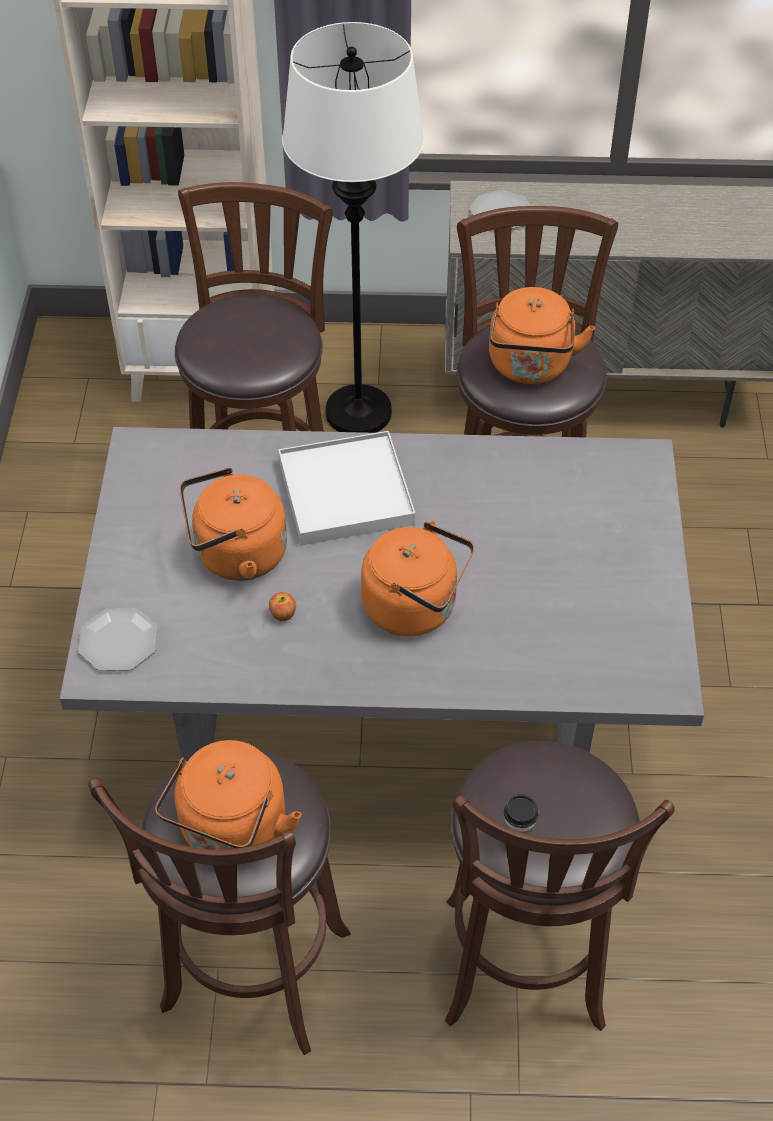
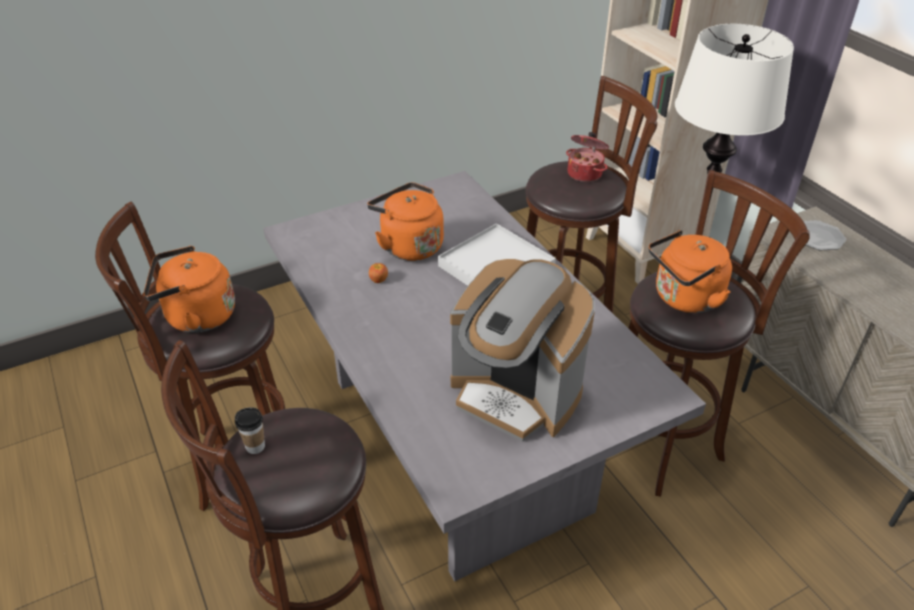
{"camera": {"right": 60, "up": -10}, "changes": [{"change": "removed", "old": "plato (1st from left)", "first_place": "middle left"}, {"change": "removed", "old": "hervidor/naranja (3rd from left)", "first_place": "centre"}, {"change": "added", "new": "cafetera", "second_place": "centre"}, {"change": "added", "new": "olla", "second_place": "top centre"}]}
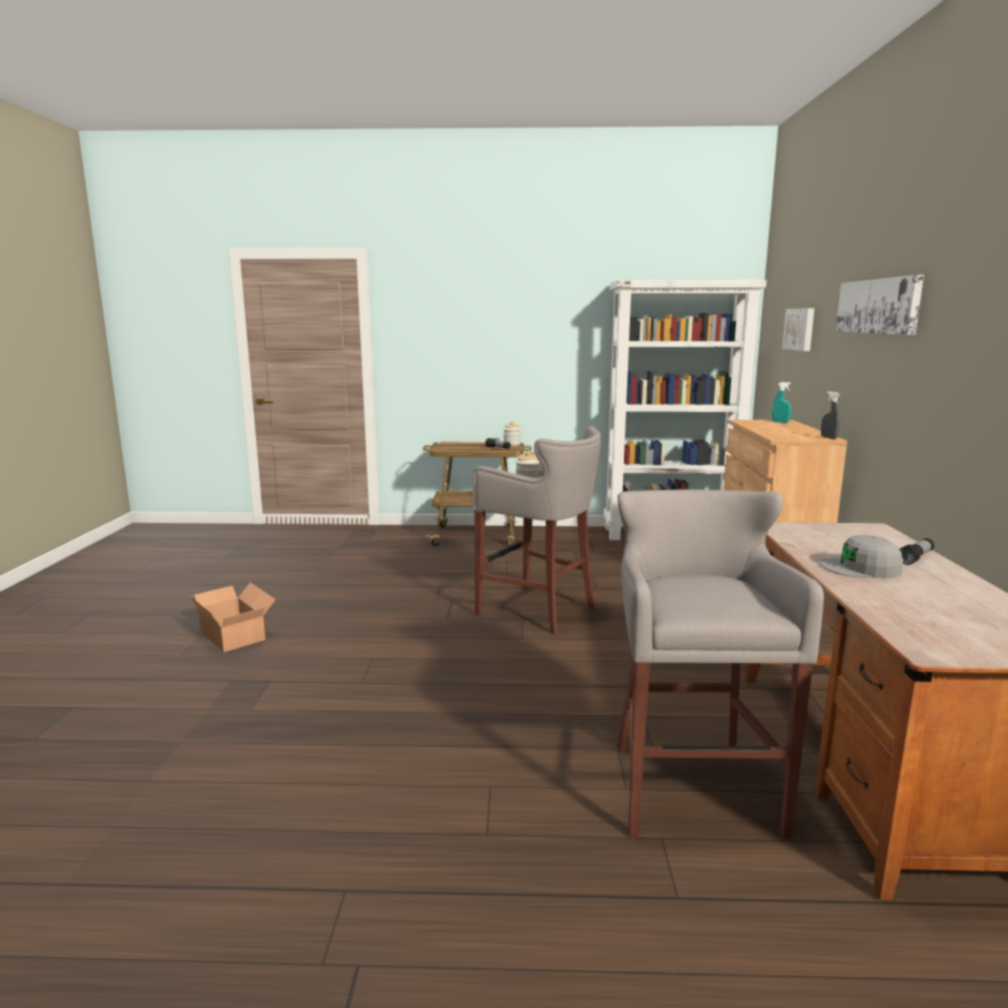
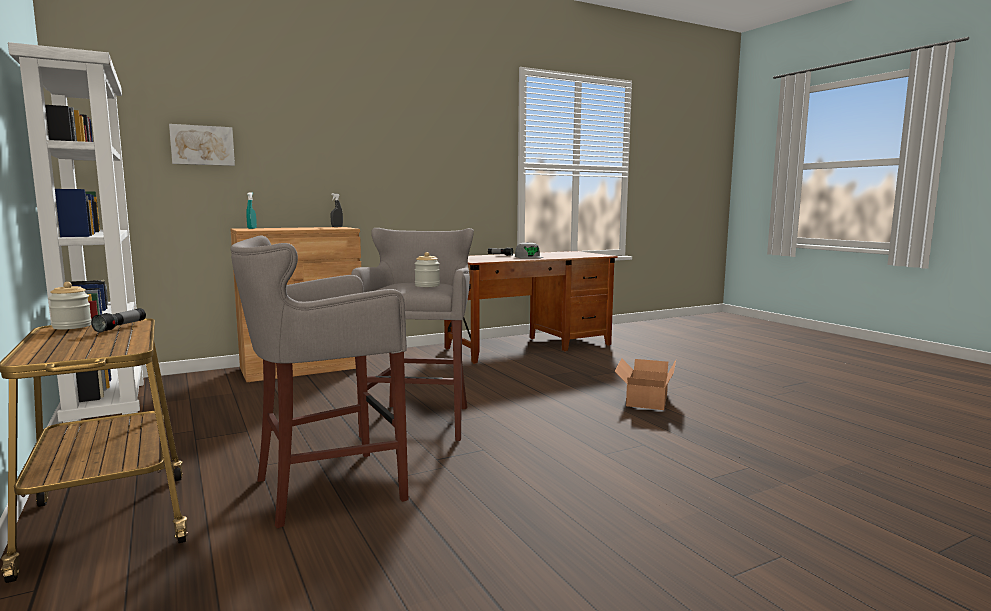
{"camera": {"right": -120, "up": -5}, "changes": [{"change": "removed", "old": "cuadro (2nd from left)", "first_place": "top right"}, {"change": "moved", "old": "caja de cartón", "first_place": "middle left", "second_place": "centre"}, {"change": "moved", "old": "taburete/gris (2nd from left in the first image)", "new": "taburete/gris (1st from left)", "first_place": "middle right", "second_place": "middle left"}]}
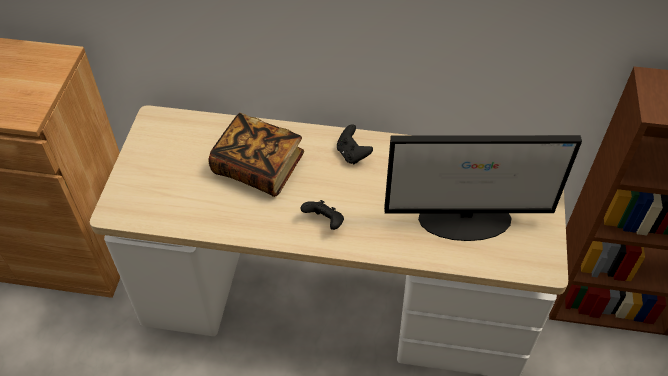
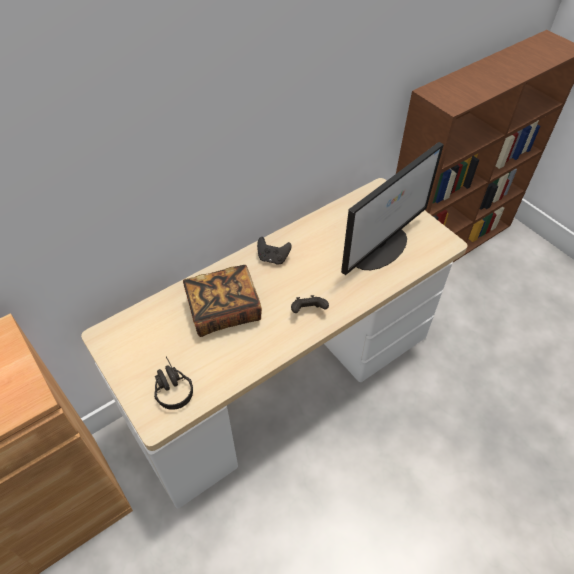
{"camera": {"right": -45, "up": 0}, "changes": [{"change": "added", "new": "auriculares/negro", "second_place": "bottom left"}]}
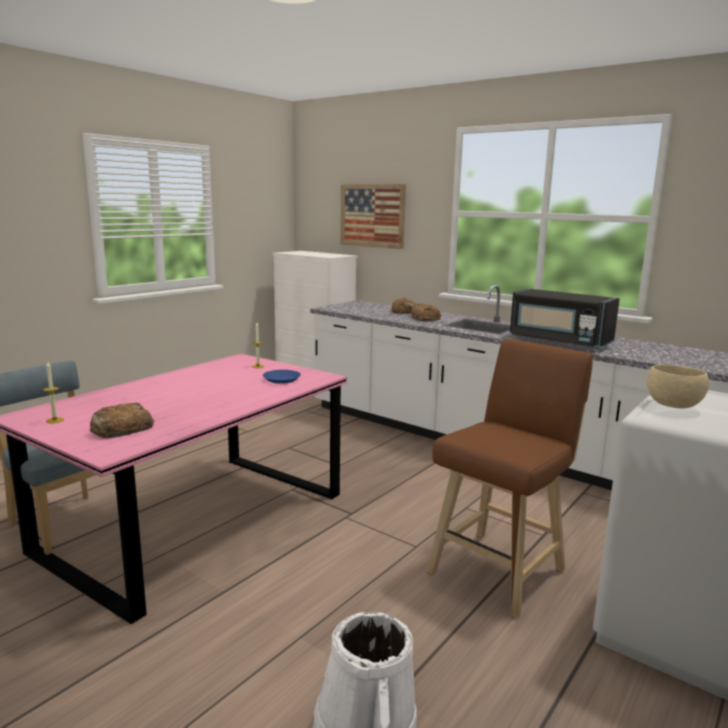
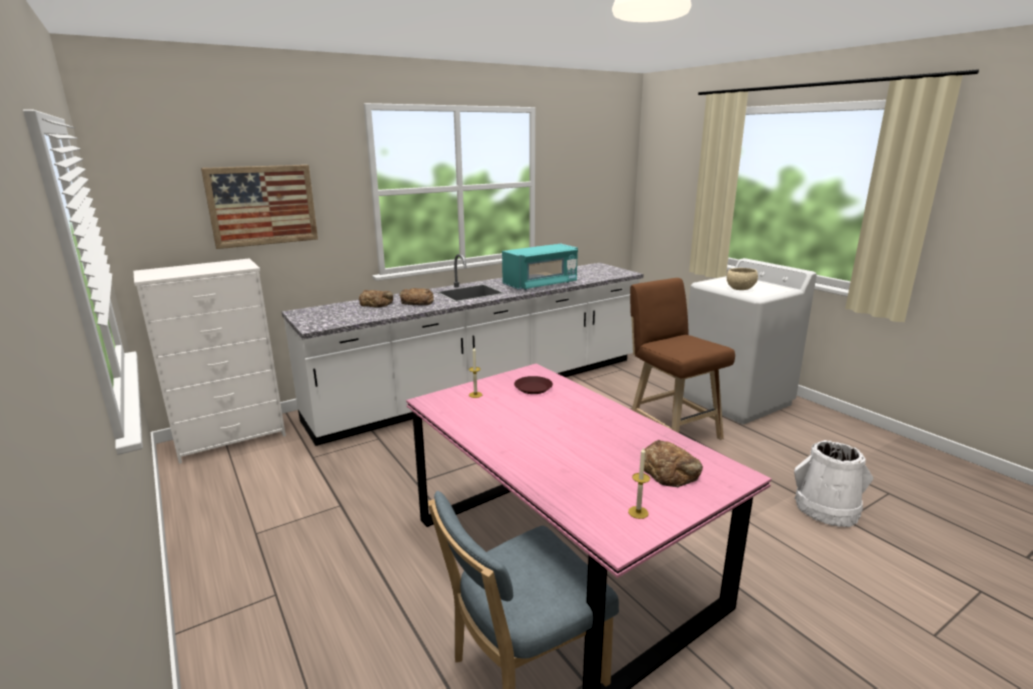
{"camera": {"right": -70, "up": 5}, "changes": [{"change": "recoloured", "old": "plato/azul", "new": "plato/marrón", "first_place": "centre", "second_place": "centre"}, {"change": "recoloured", "old": "microondas/negro", "new": "microondas/turquesa", "first_place": "middle right", "second_place": "centre"}]}
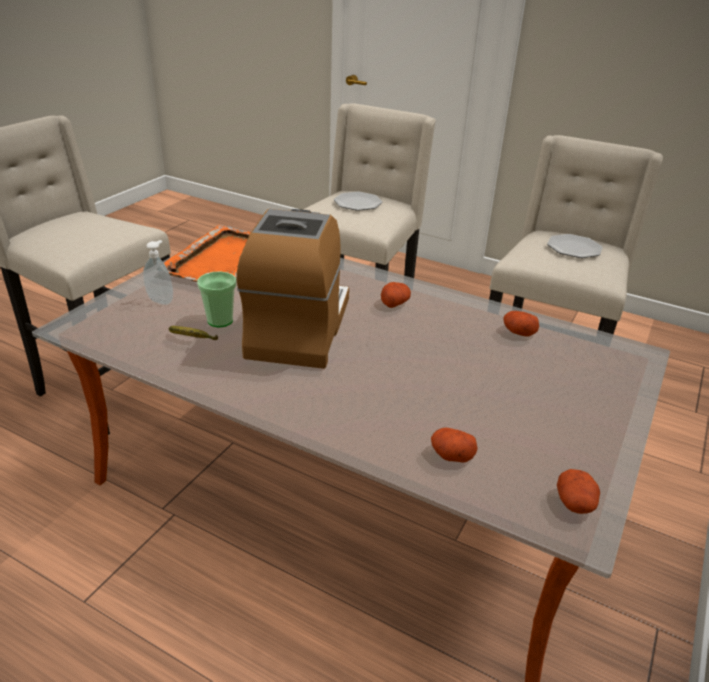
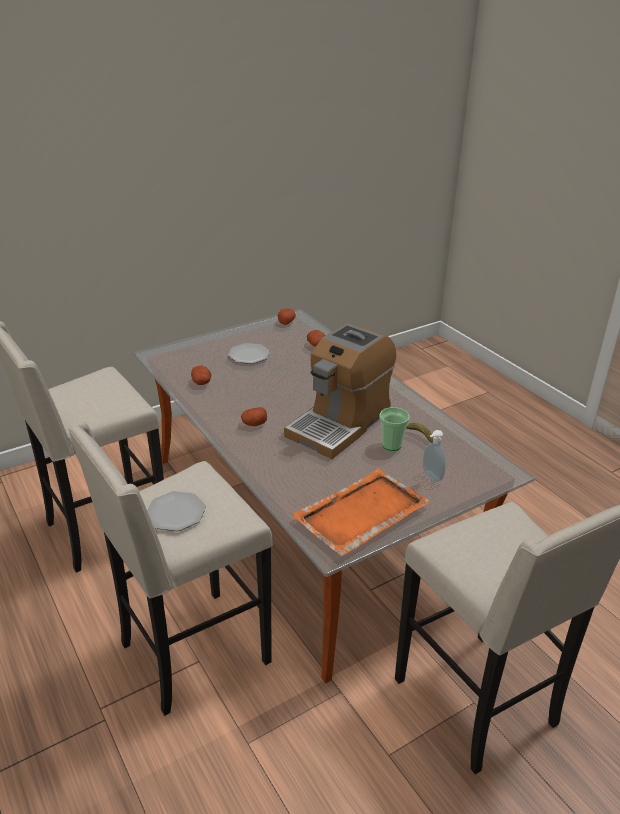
{"camera": {"right": -150, "up": 0}, "changes": [{"change": "moved", "old": "plato (2nd from left)", "first_place": "middle right", "second_place": "centre"}]}
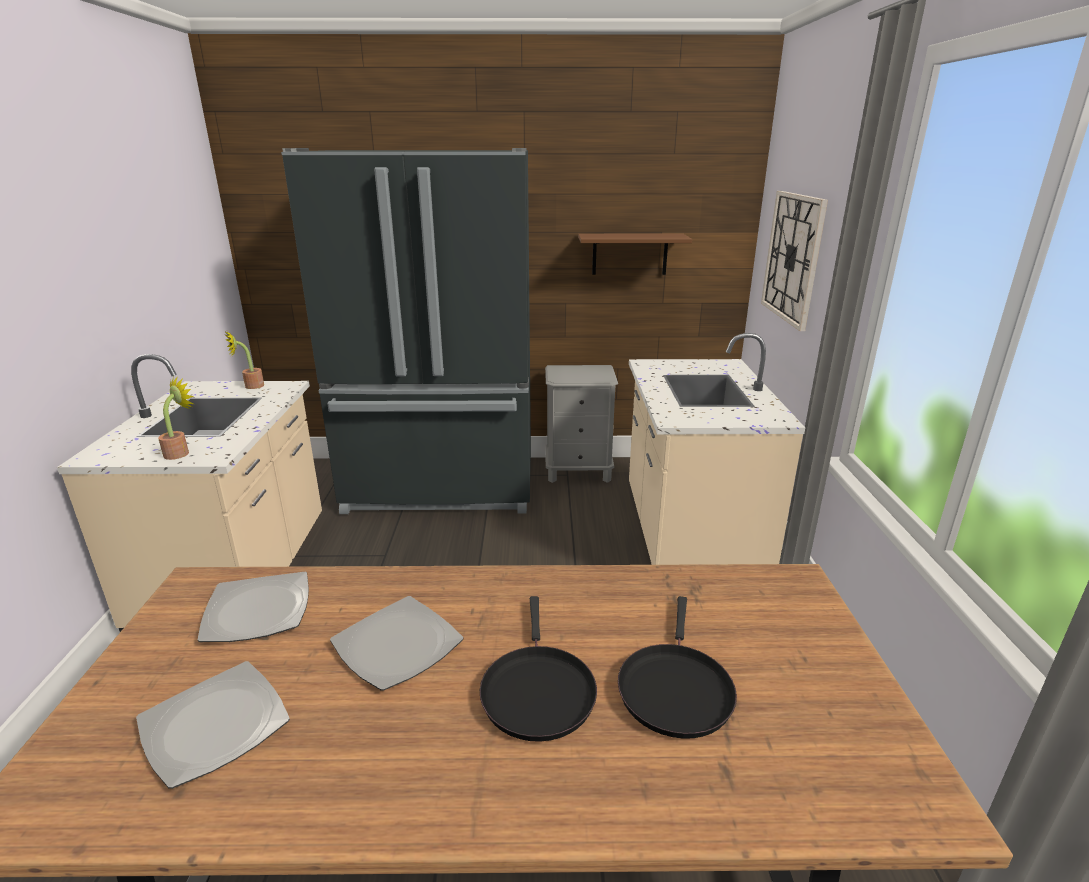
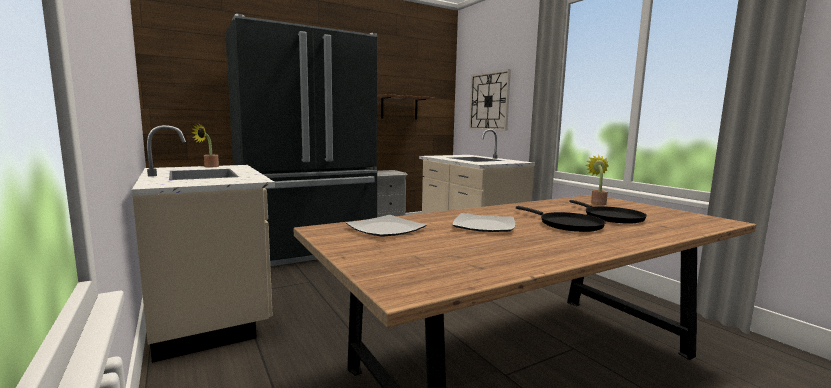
{"camera": {"right": -30, "up": -15}, "changes": [{"change": "removed", "old": "plato (1st from left)", "first_place": "bottom left"}, {"change": "moved", "old": "planta en maceta (1st from left in the first image)", "new": "planta en maceta (2nd from left)", "first_place": "middle left", "second_place": "middle right"}]}
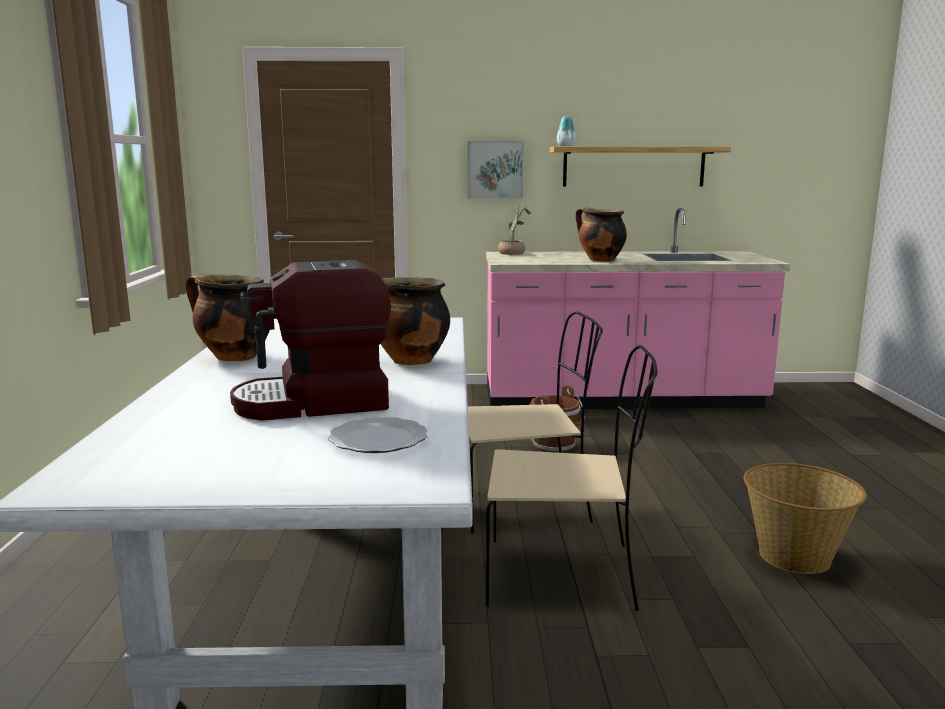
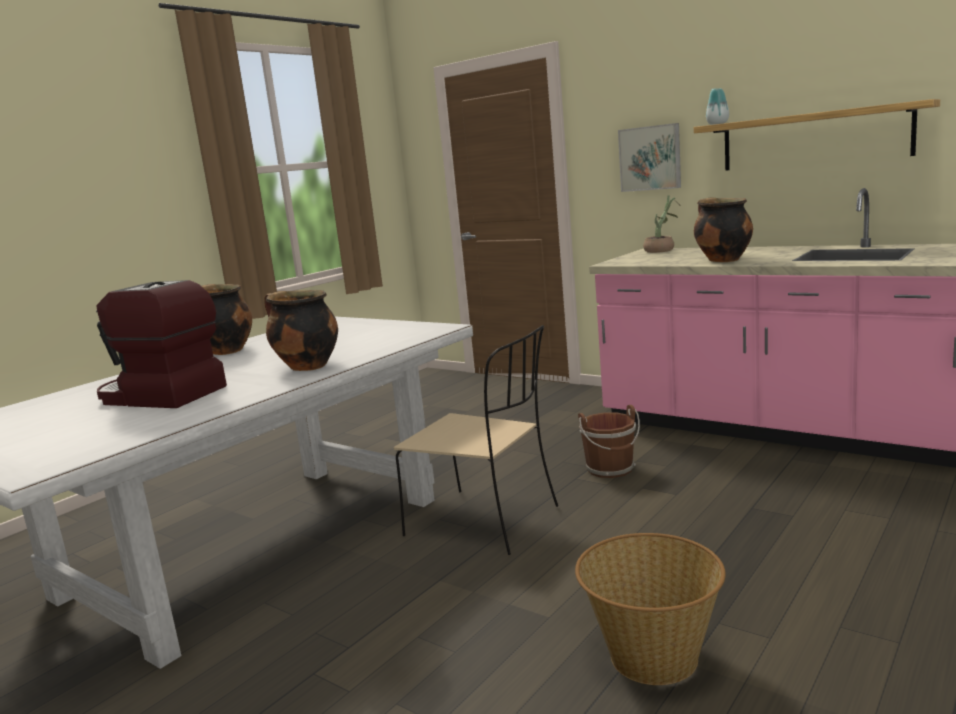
{"camera": {"right": 40, "up": 0}, "changes": [{"change": "removed", "old": "plato", "first_place": "centre"}, {"change": "removed", "old": "silla/beis (2nd from left)", "first_place": "bottom centre"}]}
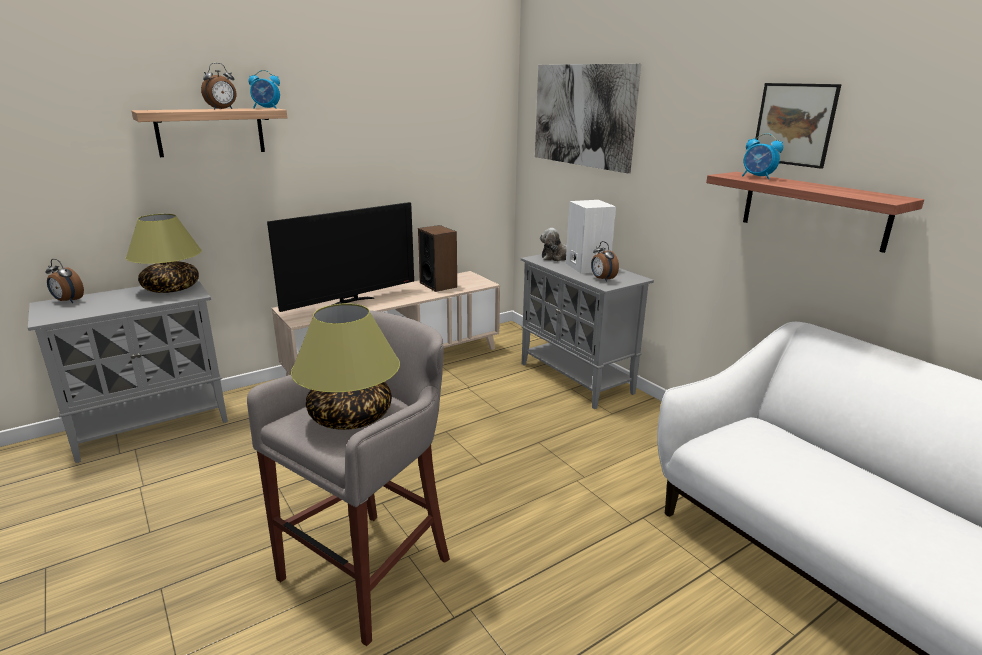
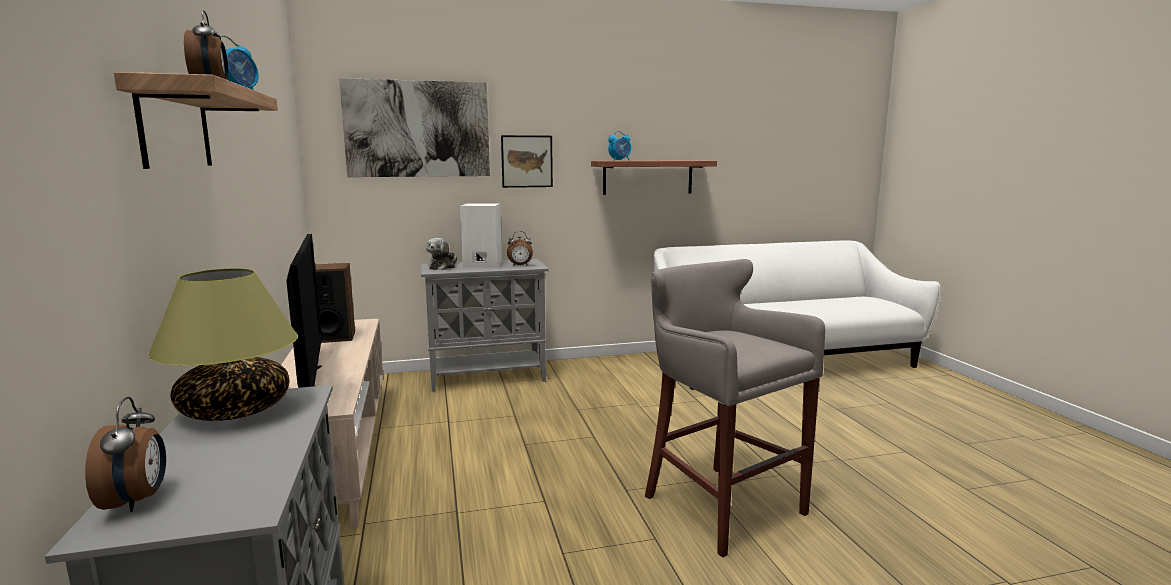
{"camera": {"right": -70, "up": -10}, "changes": [{"change": "removed", "old": "lámpara de mesa (2nd from left)", "first_place": "centre"}, {"change": "moved", "old": "cuadro (2nd from left)", "first_place": "top right", "second_place": "top centre"}, {"change": "turned", "old": "despertador (1st from left)", "first_place": "middle left", "second_place": "bottom left", "degrees": -60}]}
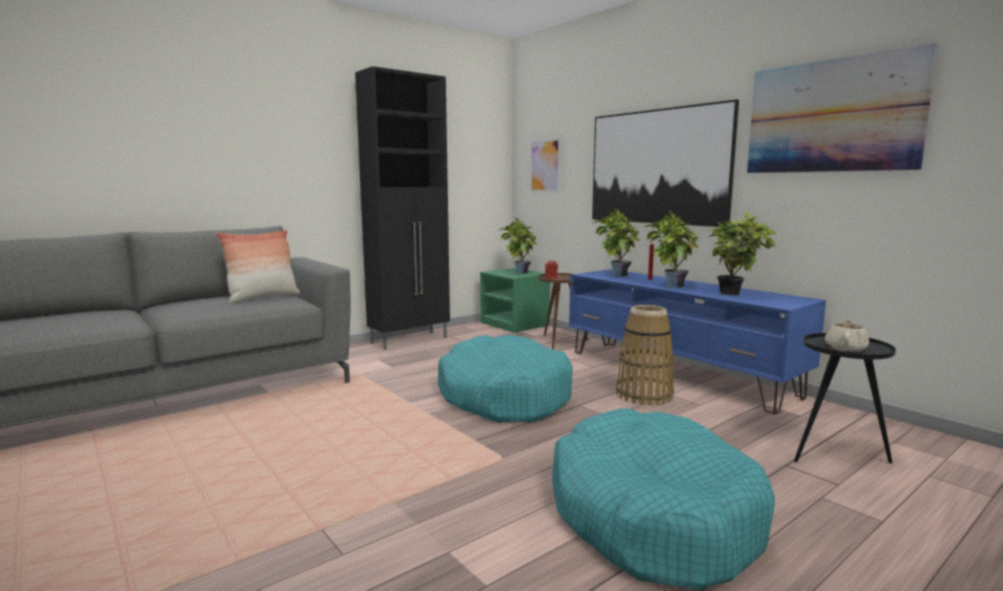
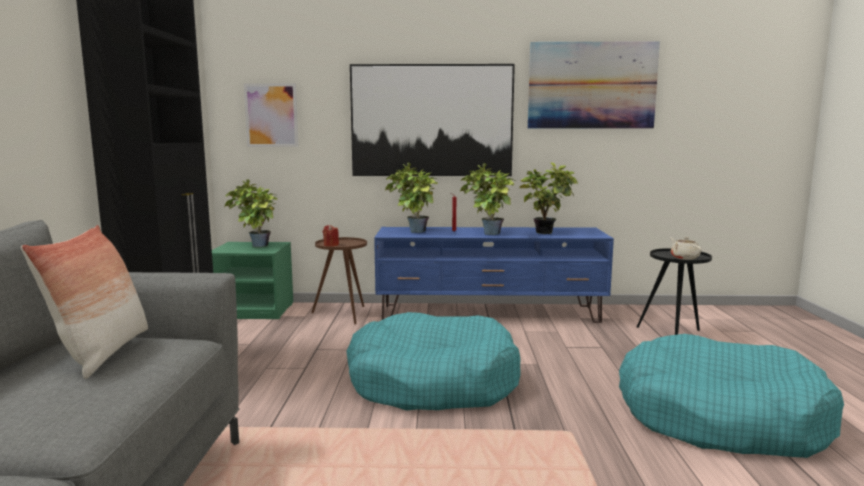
{"camera": {"right": -50, "up": 0}, "changes": [{"change": "removed", "old": "cesta", "first_place": "centre"}]}
